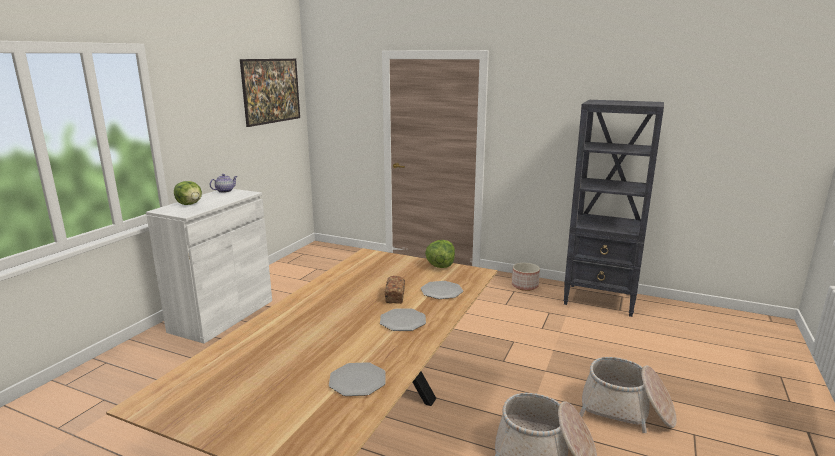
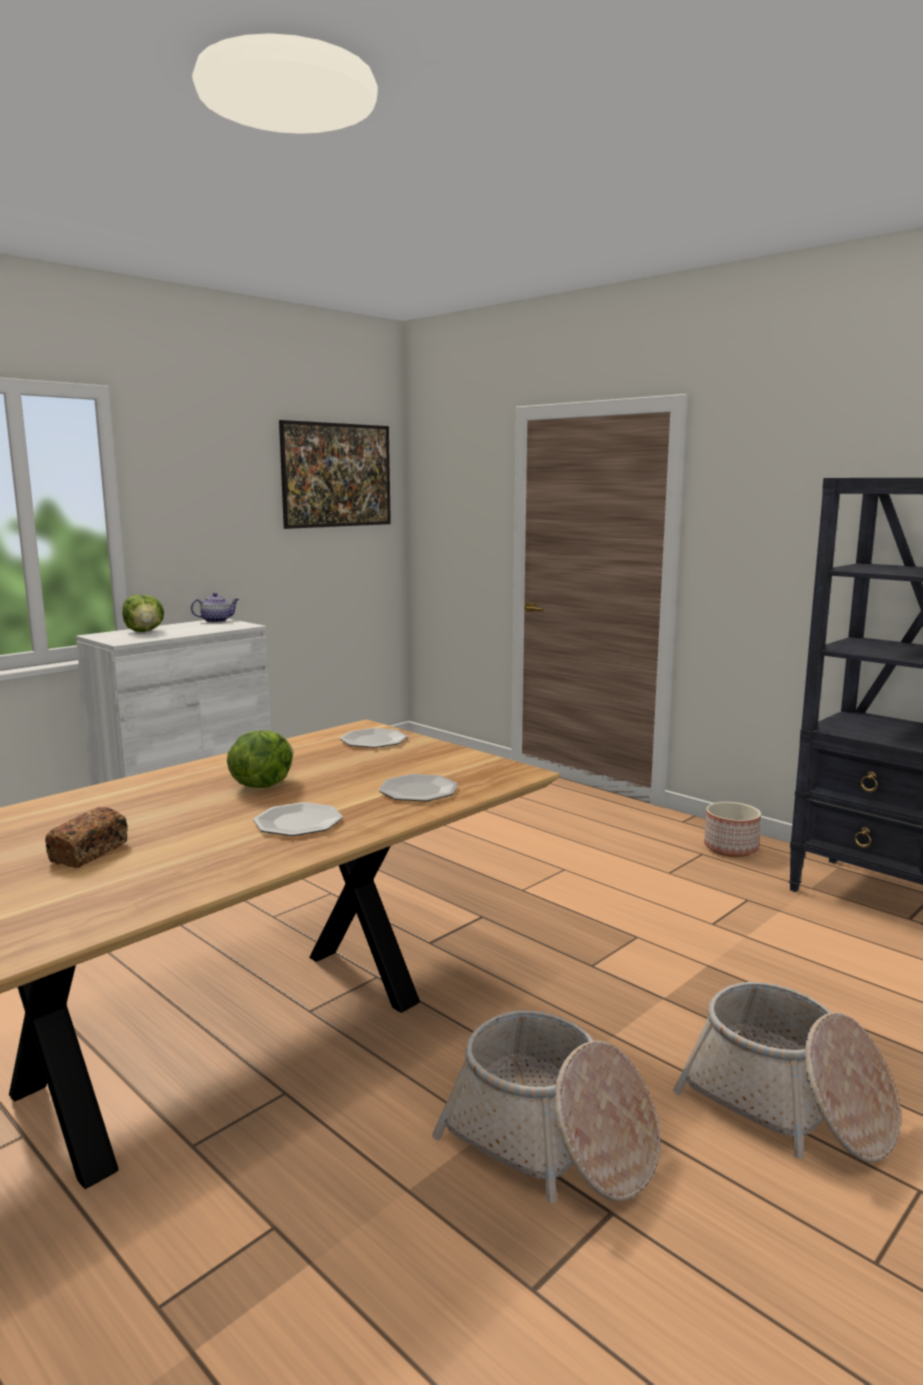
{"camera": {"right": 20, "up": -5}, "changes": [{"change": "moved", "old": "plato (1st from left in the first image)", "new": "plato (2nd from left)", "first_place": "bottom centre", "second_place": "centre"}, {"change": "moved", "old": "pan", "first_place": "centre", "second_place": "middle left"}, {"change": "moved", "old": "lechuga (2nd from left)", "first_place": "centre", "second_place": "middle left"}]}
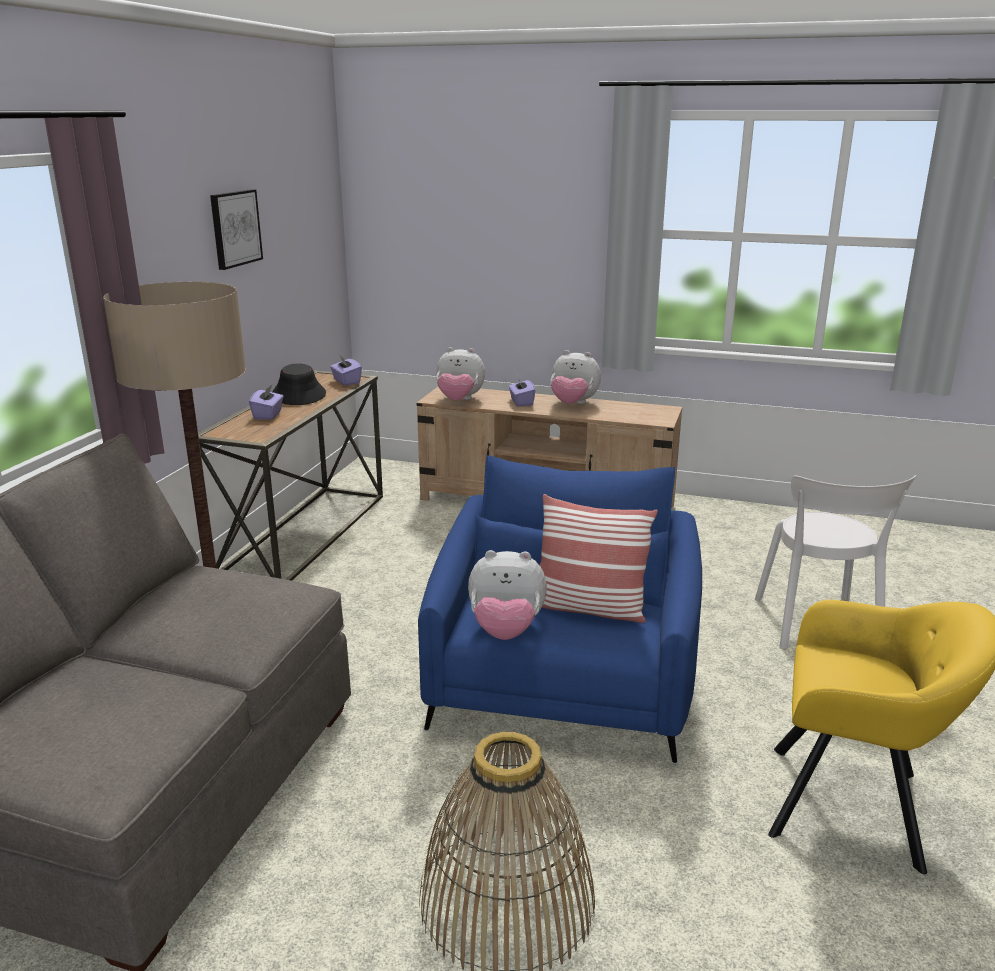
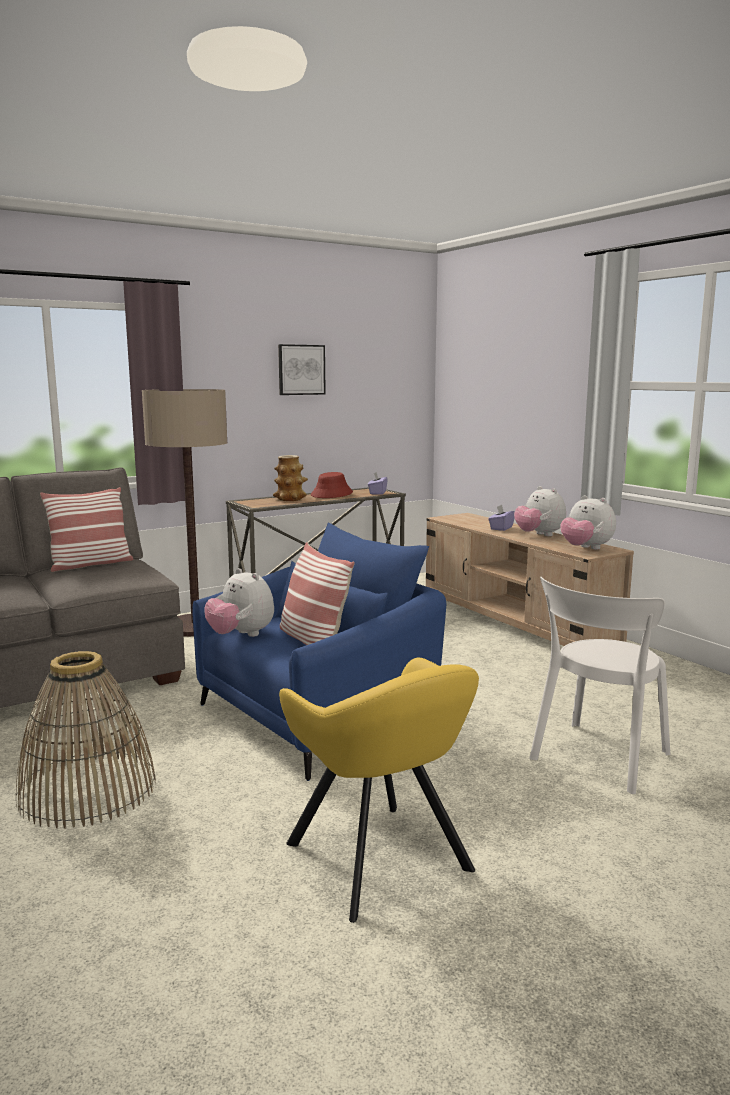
{"camera": {"right": 40, "up": -10}, "changes": [{"change": "added", "new": "cojín (1st from left)", "second_place": "middle left"}, {"change": "moved", "old": "peluche (1st from left in the first image)", "new": "peluche (3rd from left)", "first_place": "centre", "second_place": "middle right"}, {"change": "replaced", "old": "caja de pañuelos/morado (1st from left)", "new": "florero", "first_place": "middle left", "second_place": "centre"}, {"change": "recoloured", "old": "sombrero/negro", "new": "sombrero/rojo", "first_place": "middle left", "second_place": "centre"}]}
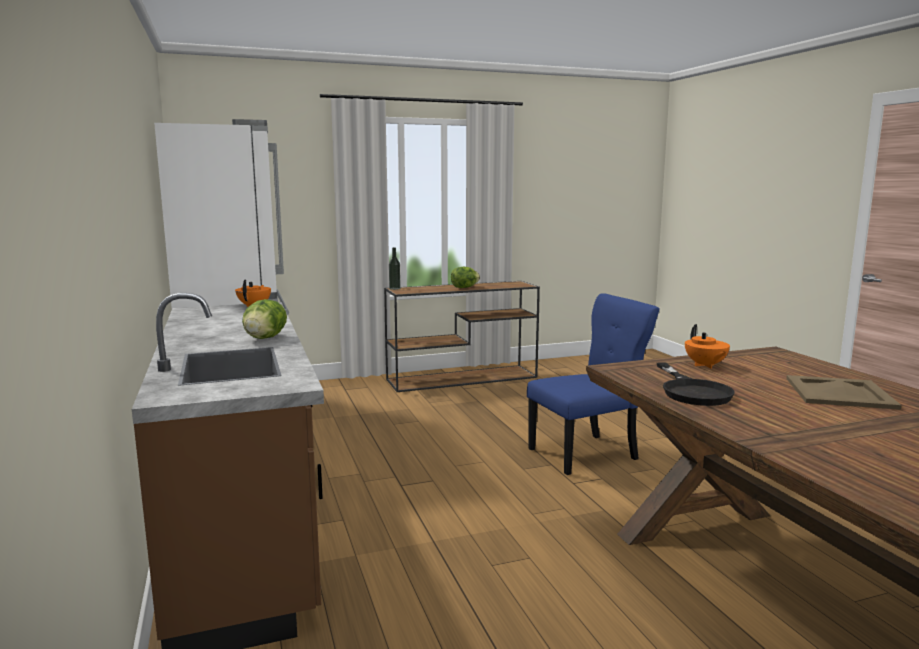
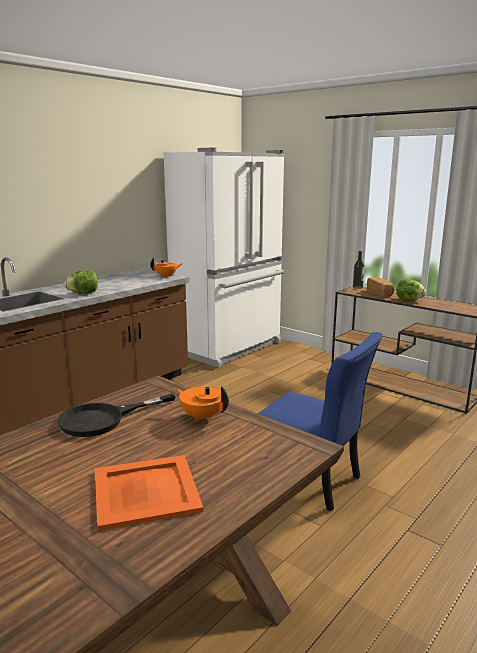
{"camera": {"right": 60, "up": 5}, "changes": [{"change": "added", "new": "pan", "second_place": "middle right"}, {"change": "recoloured", "old": "bandeja/beis", "new": "bandeja/naranja", "first_place": "middle right", "second_place": "bottom left"}, {"change": "turned", "old": "tetera/naranja (2nd from left)", "first_place": "middle right", "second_place": "centre", "degrees": 75}]}
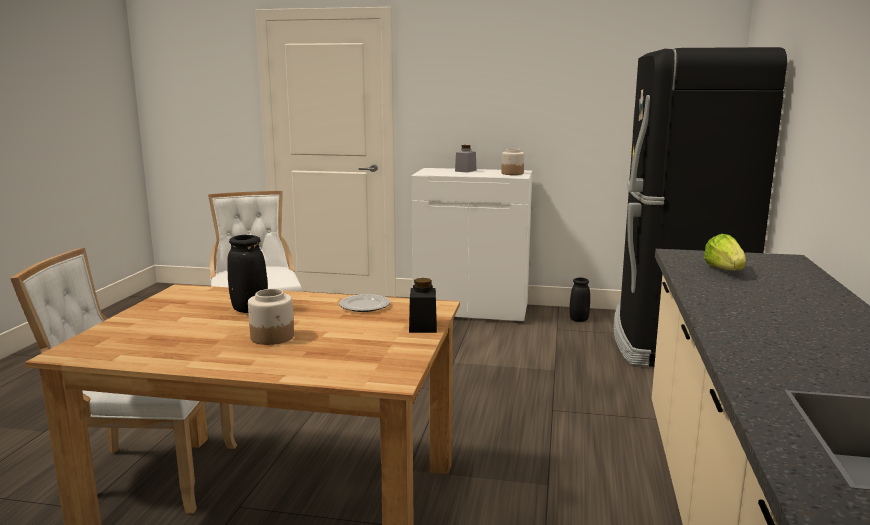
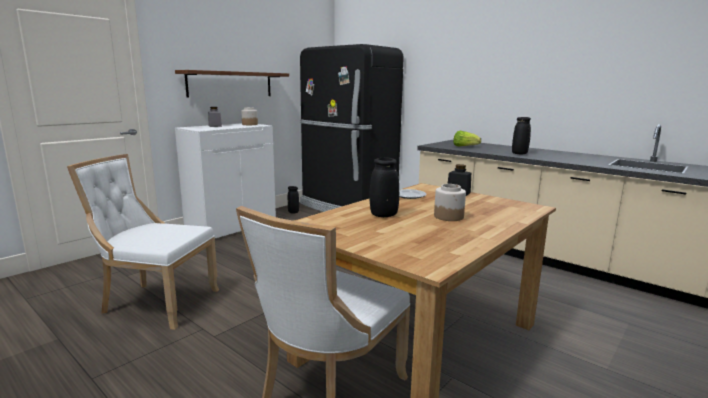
{"camera": {"right": -60, "up": 0}, "changes": [{"change": "added", "new": "estante", "second_place": "top left"}, {"change": "added", "new": "florero/negro (3rd from left)", "second_place": "middle right"}]}
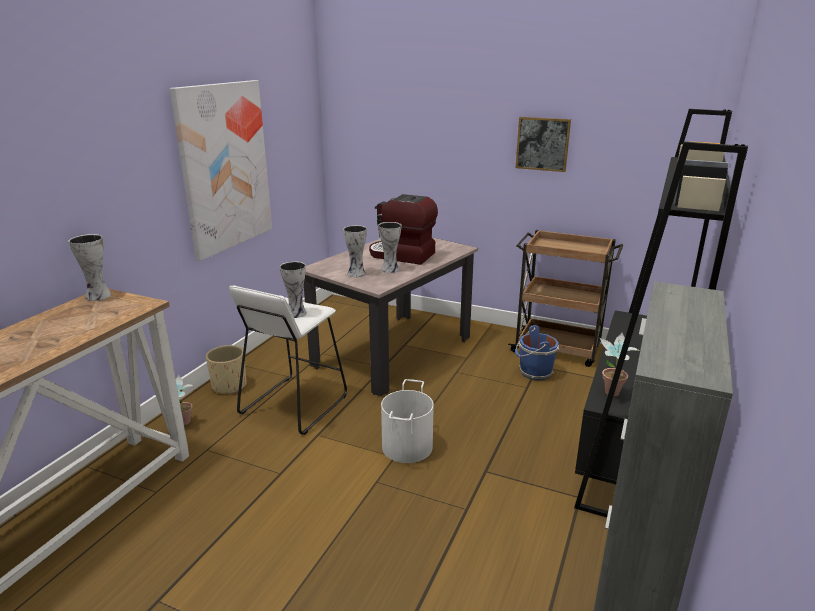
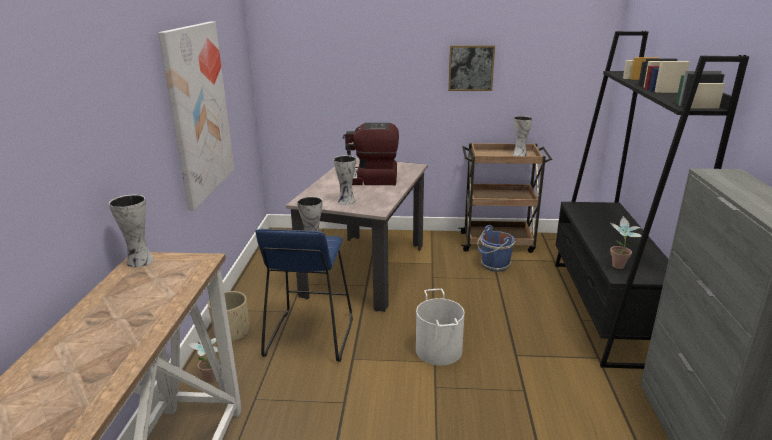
{"camera": {"right": -20, "up": 0}, "changes": [{"change": "moved", "old": "florero (4th from left)", "first_place": "centre", "second_place": "top right"}, {"change": "recoloured", "old": "taburete/blanco", "new": "taburete/azul", "first_place": "centre", "second_place": "bottom centre"}]}
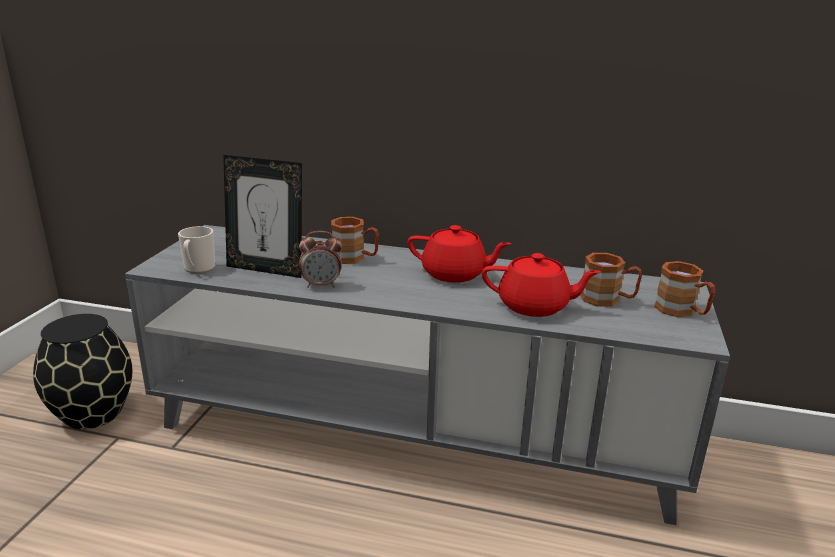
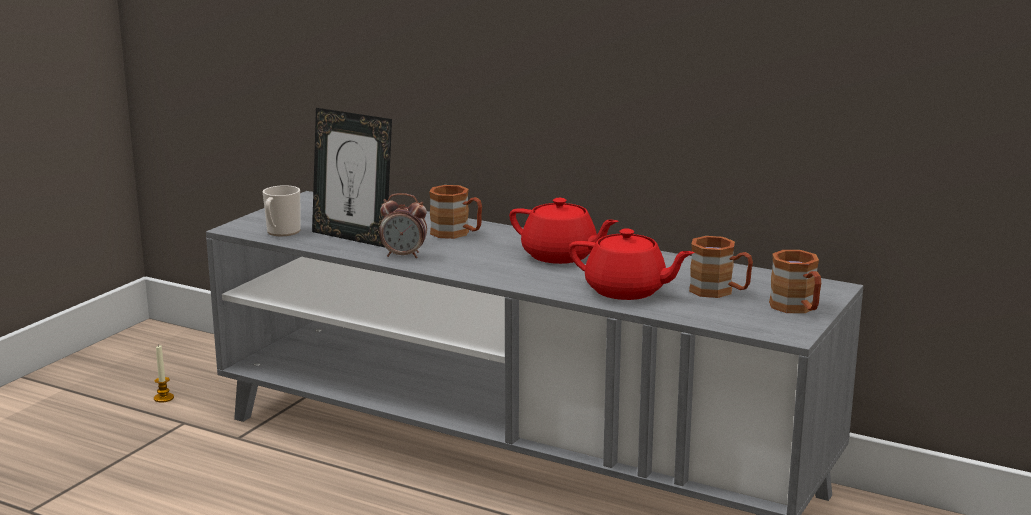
{"camera": {"right": 15, "up": -5}, "changes": [{"change": "replaced", "old": "florero/negro", "new": "vela", "first_place": "middle left", "second_place": "bottom left"}]}
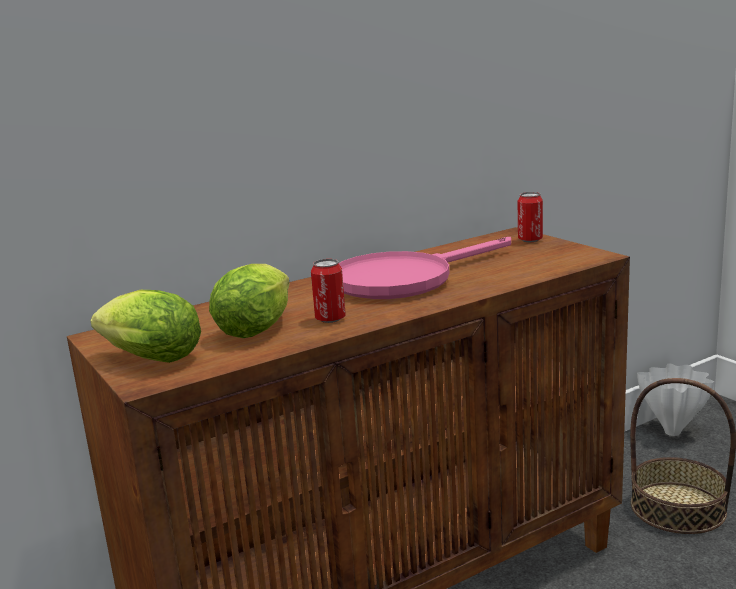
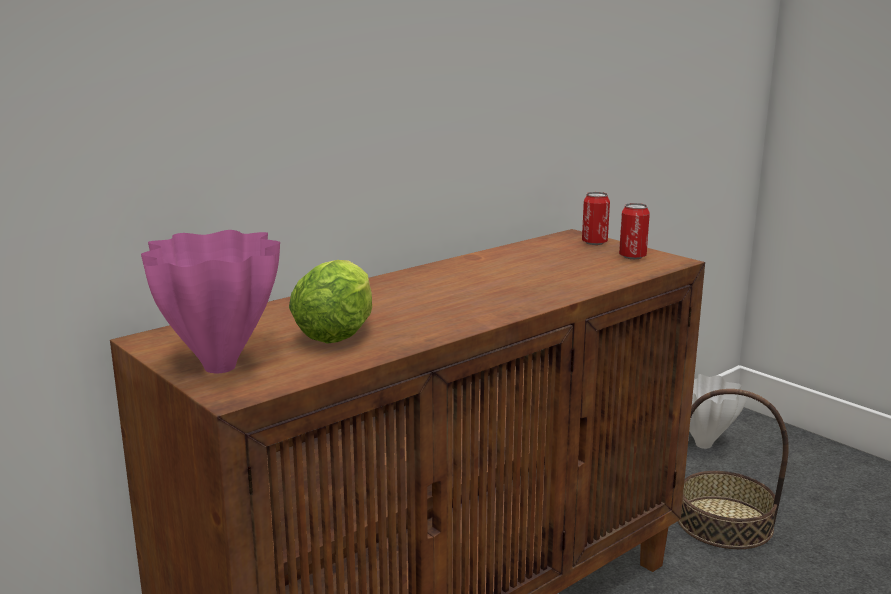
{"camera": {"right": -10, "up": 0}, "changes": [{"change": "removed", "old": "sartén/rosa", "first_place": "centre"}, {"change": "moved", "old": "lata (1st from left in the first image)", "new": "lata (2nd from left)", "first_place": "centre", "second_place": "middle right"}, {"change": "replaced", "old": "lechuga (1st from left)", "new": "florero/rosa", "first_place": "middle left", "second_place": "middle left"}]}
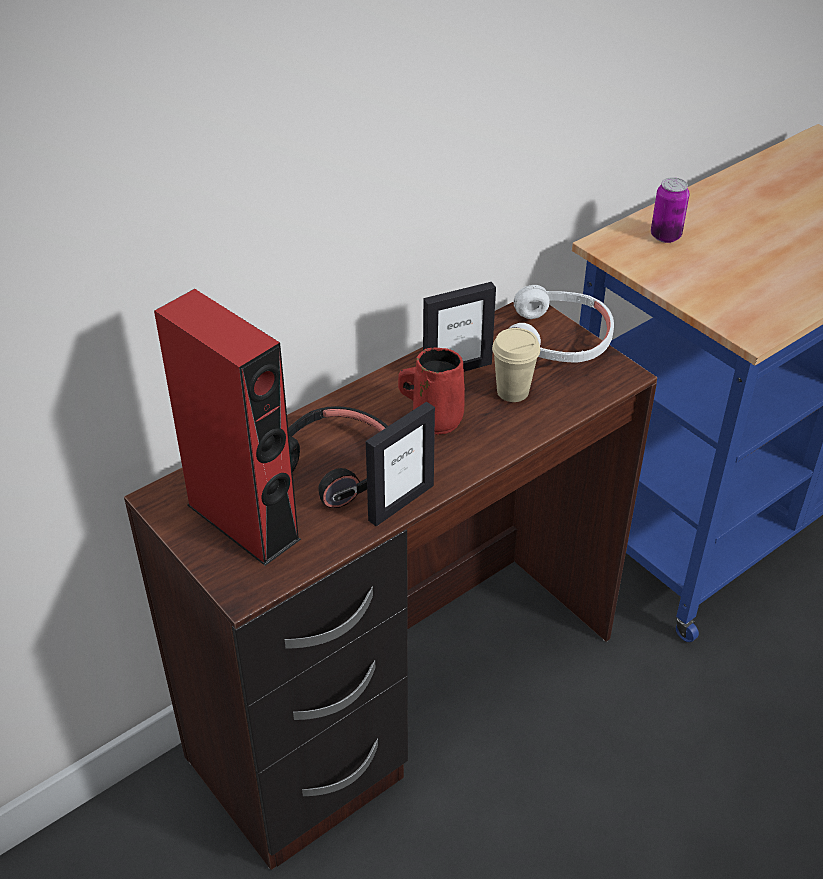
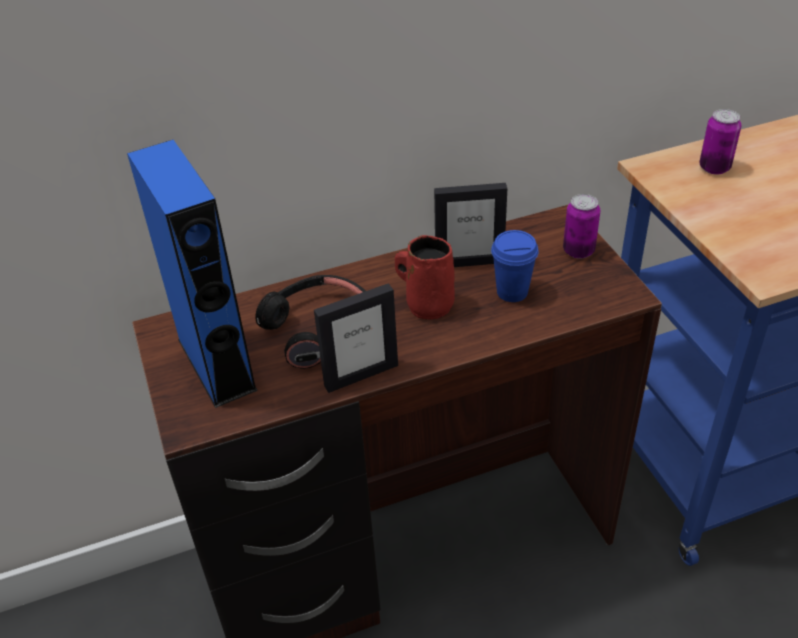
{"camera": {"right": 20, "up": 0}, "changes": [{"change": "replaced", "old": "auriculares/blanco", "new": "lata (1st from left)", "first_place": "middle right", "second_place": "middle right"}, {"change": "recoloured", "old": "altavoz/rojo", "new": "altavoz/azul", "first_place": "middle left", "second_place": "middle left"}, {"change": "recoloured", "old": "taza/beis", "new": "taza/azul", "first_place": "centre", "second_place": "centre"}]}
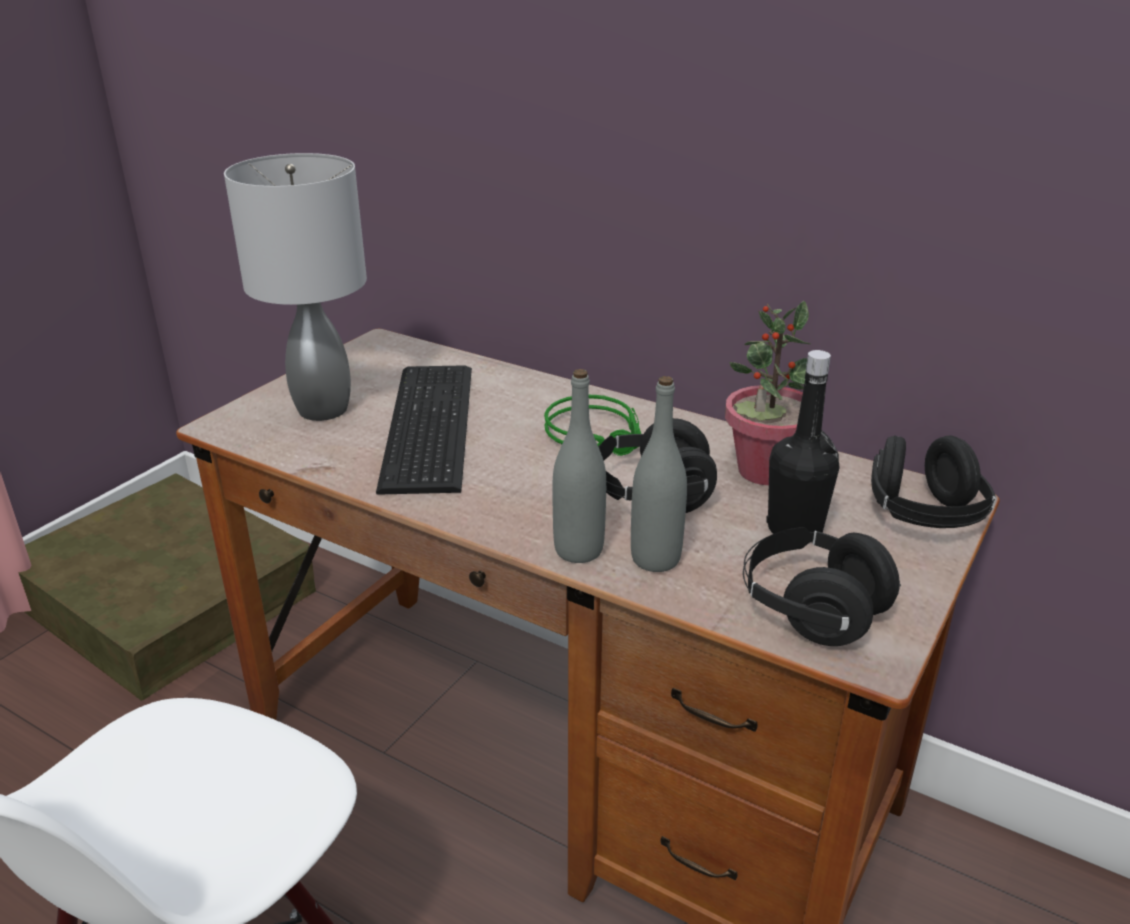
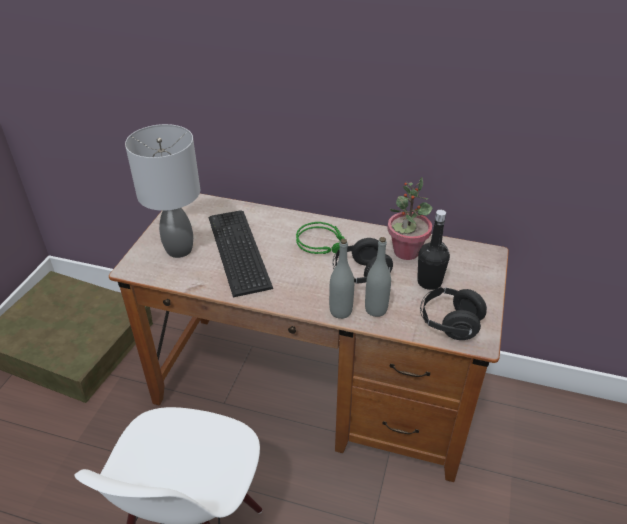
{"camera": {"right": -15, "up": 10}, "changes": [{"change": "removed", "old": "auriculares/negro (3rd from left)", "first_place": "middle right"}]}
